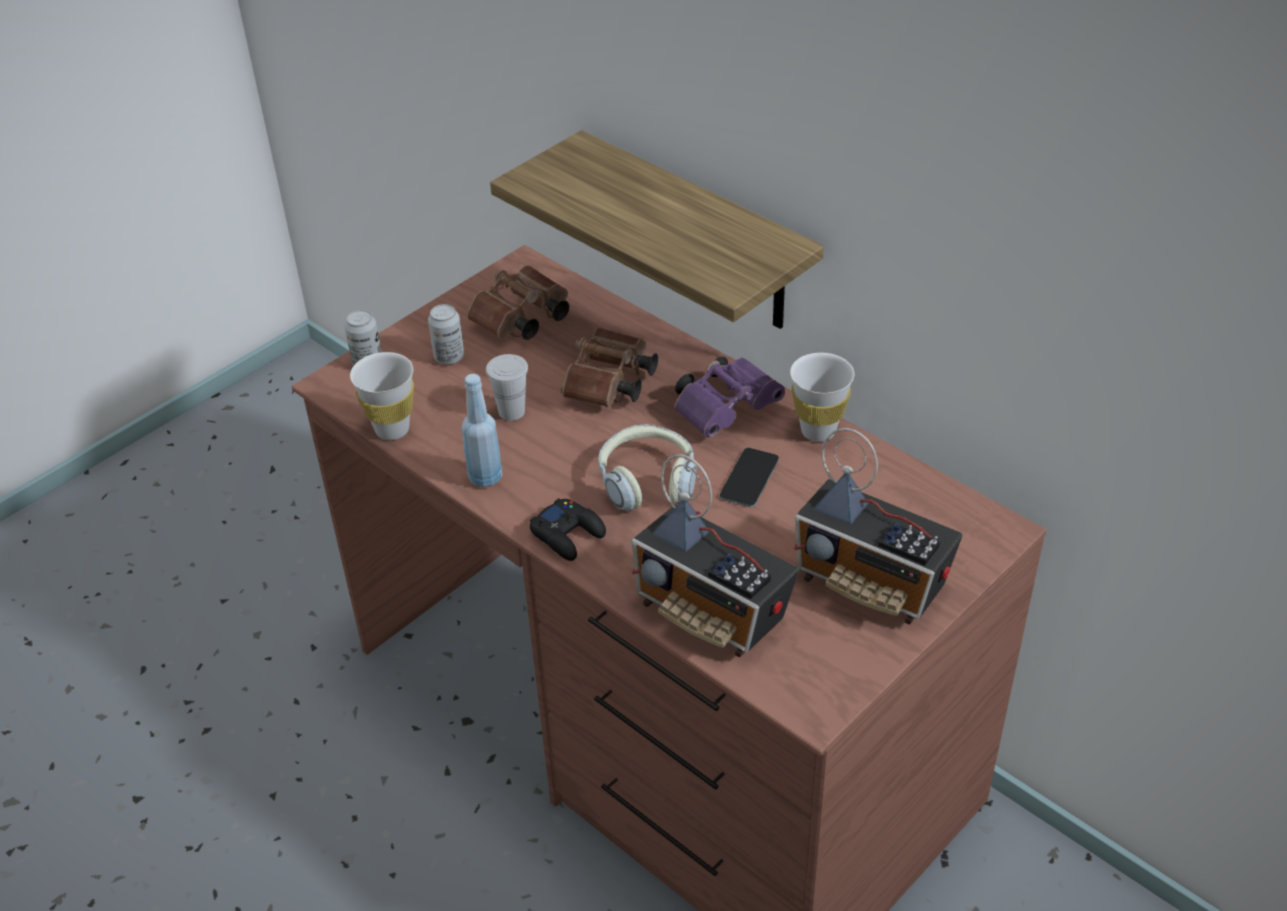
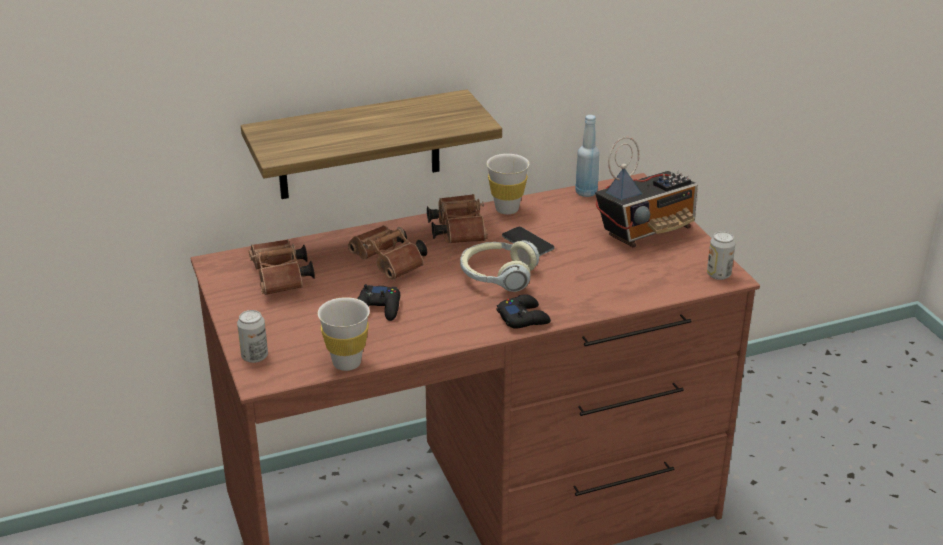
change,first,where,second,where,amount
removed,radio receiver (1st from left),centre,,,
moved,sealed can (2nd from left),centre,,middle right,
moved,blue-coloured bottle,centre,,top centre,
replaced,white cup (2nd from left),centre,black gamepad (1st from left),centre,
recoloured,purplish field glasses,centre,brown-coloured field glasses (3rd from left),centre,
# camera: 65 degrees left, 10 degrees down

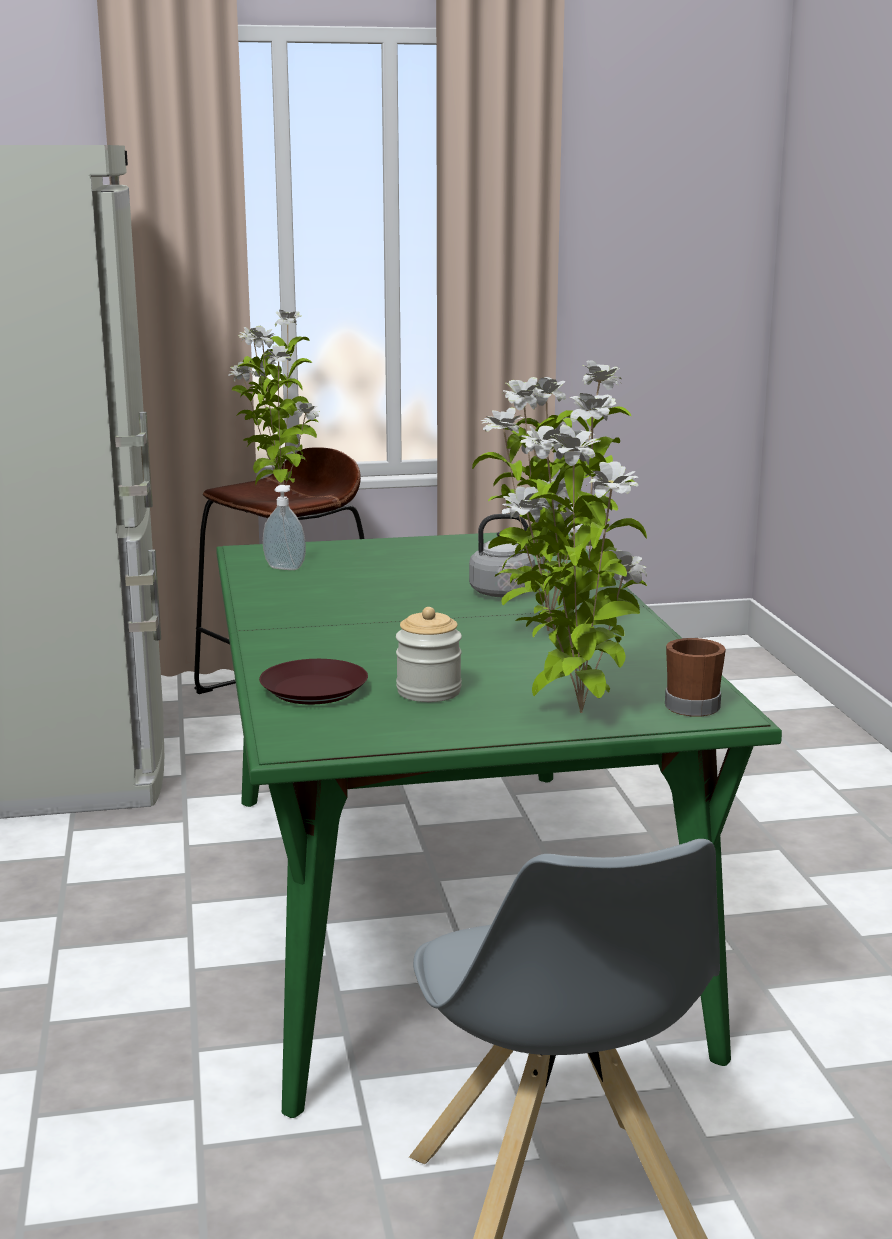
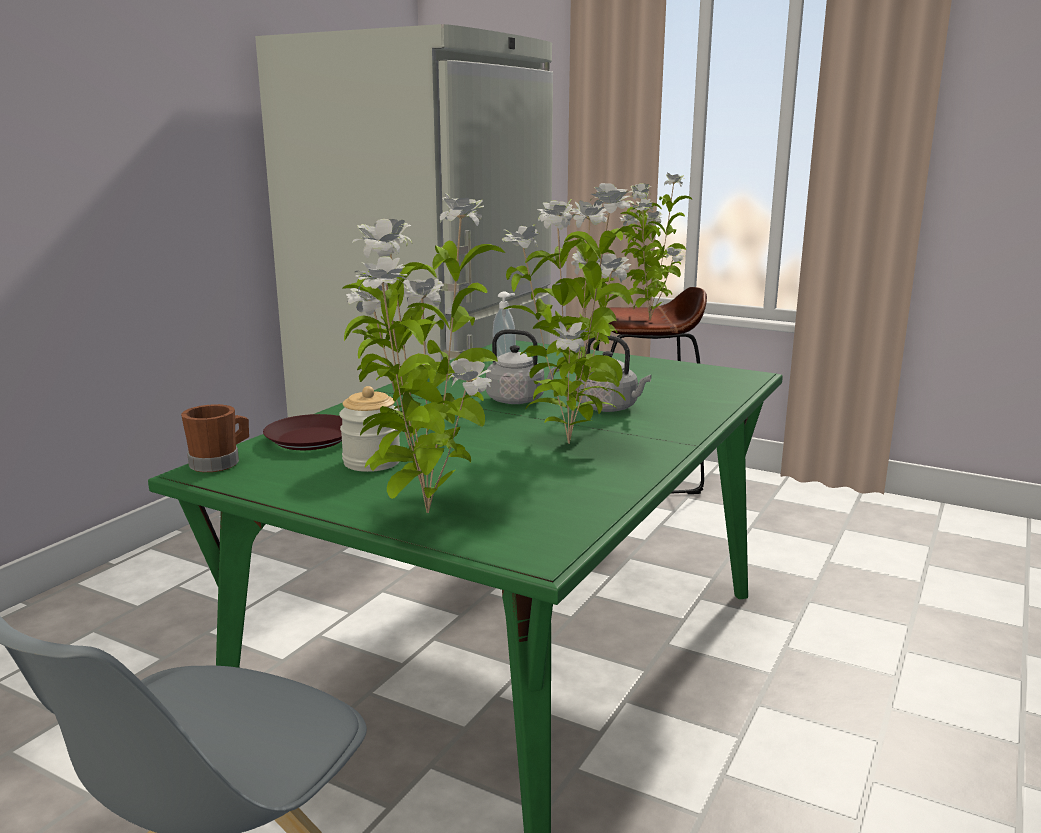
change,first,where,second,where,amount
added,,,grey tea kettle (1st from left),centre,
moved,brown-coloured mug,middle right,,middle left,
# camera: 40 degrees right, 0 degrees up

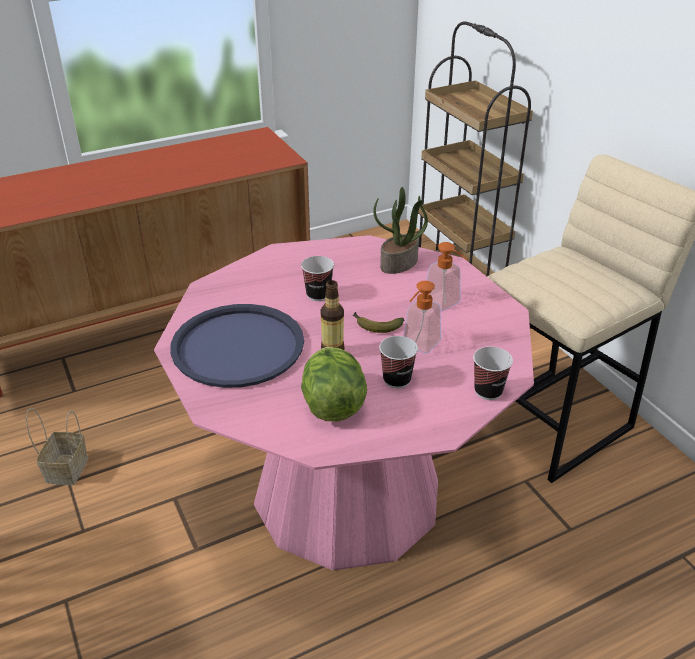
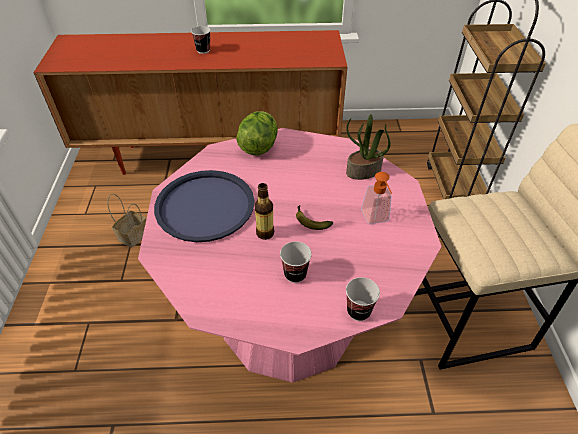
change,first,where,second,where,amount
removed,soap dispenser (1st from left),centre,,,
moved,cup (1st from left),centre,,top centre,
moved,head of lettuce,centre,,top centre,
# camera: 25 degrees right, 10 degrees up

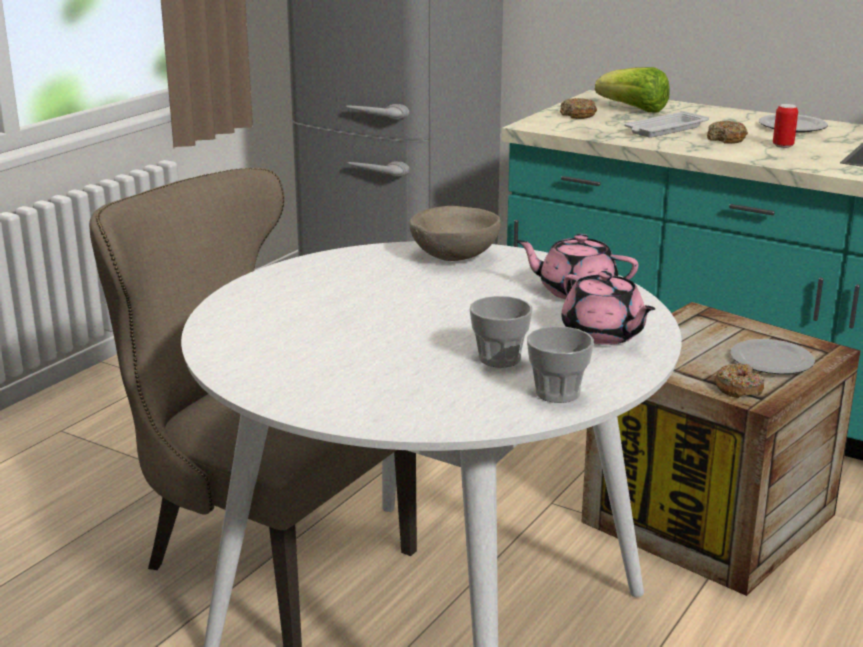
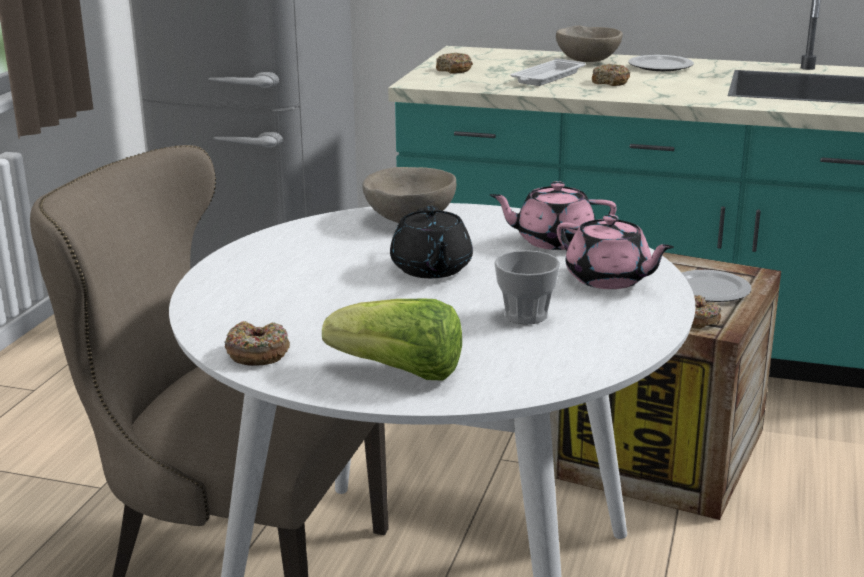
change,first,where,second,where,amount
removed,cup (2nd from left),centre,,,
removed,sealed can,top right,,,
added,,,doughnut (1st from left),middle left,
added,,,black teapot,centre,
added,,,sand-coloured deep dish (2nd from left),top right,
moved,head of lettuce,top right,,centre,
# camera: 15 degrees left, 0 degrees up

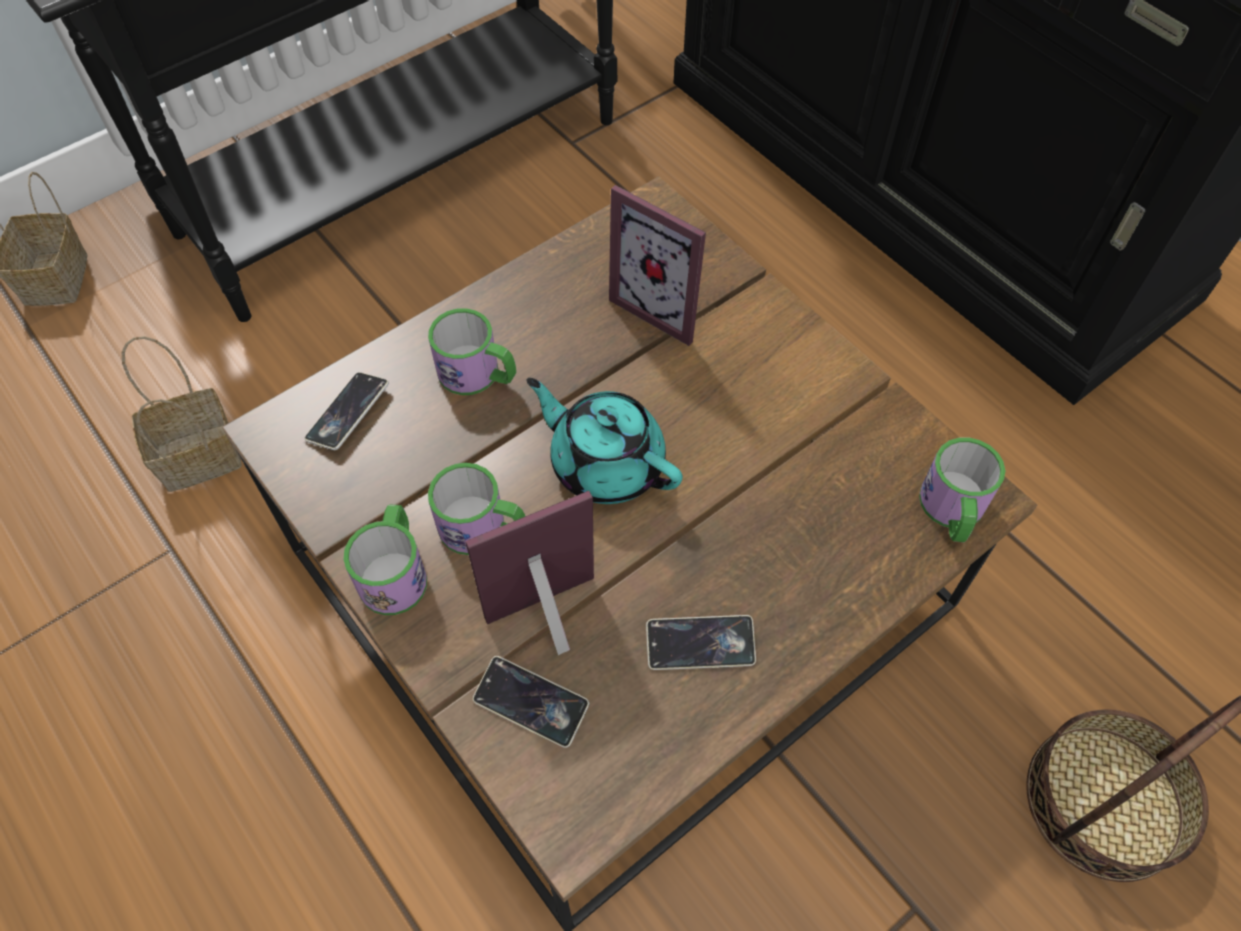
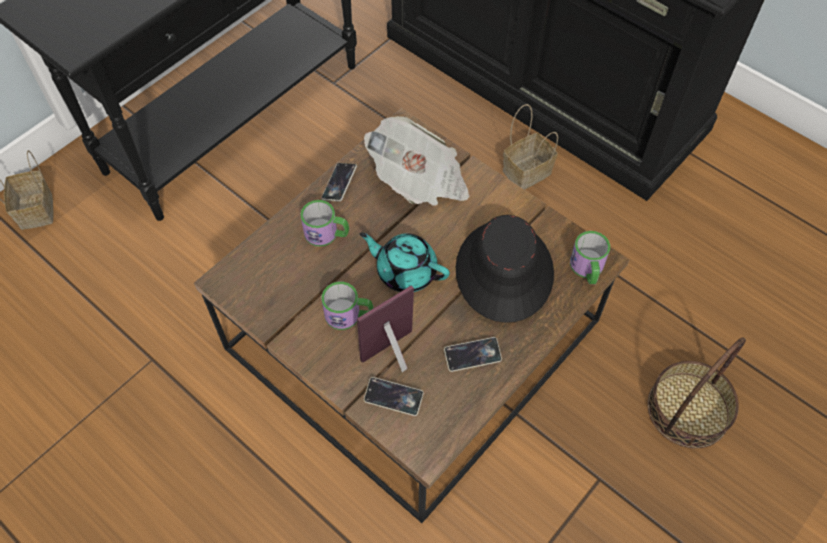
change,first,where,second,where,amount
removed,mug (1st from left),middle left,,,
added,,,black hat,centre,
moved,household basket (2nd from left),middle left,,top centre,
moved,telephone (1st from left),middle left,,centre,
replaced,standing frame (2nd from left),top centre,printed paper,top centre,
# camera: 10 degrees left, 0 degrees up

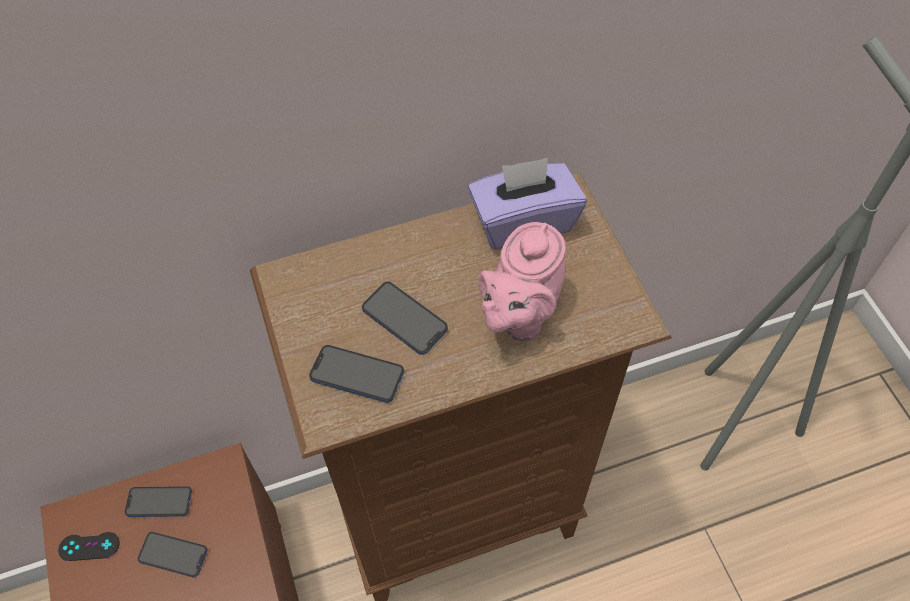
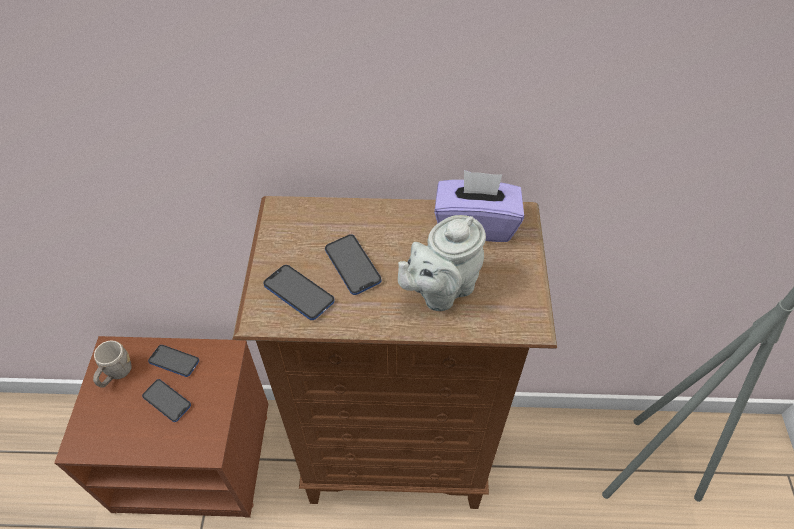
change,first,where,second,where,amount
replaced,black gamepad,bottom left,grey mug,bottom left,
recoloured,pinkish teapot,centre,grey teapot,centre,
# camera: 20 degrees right, 5 degrees down

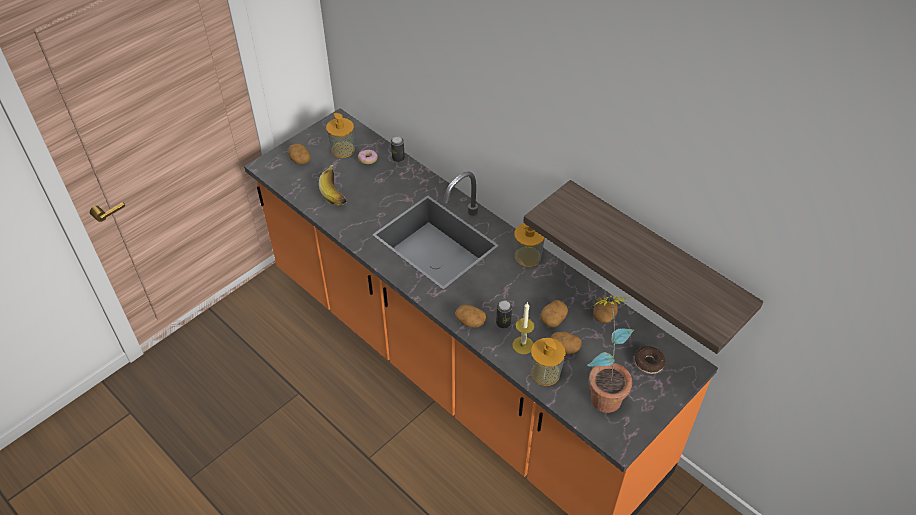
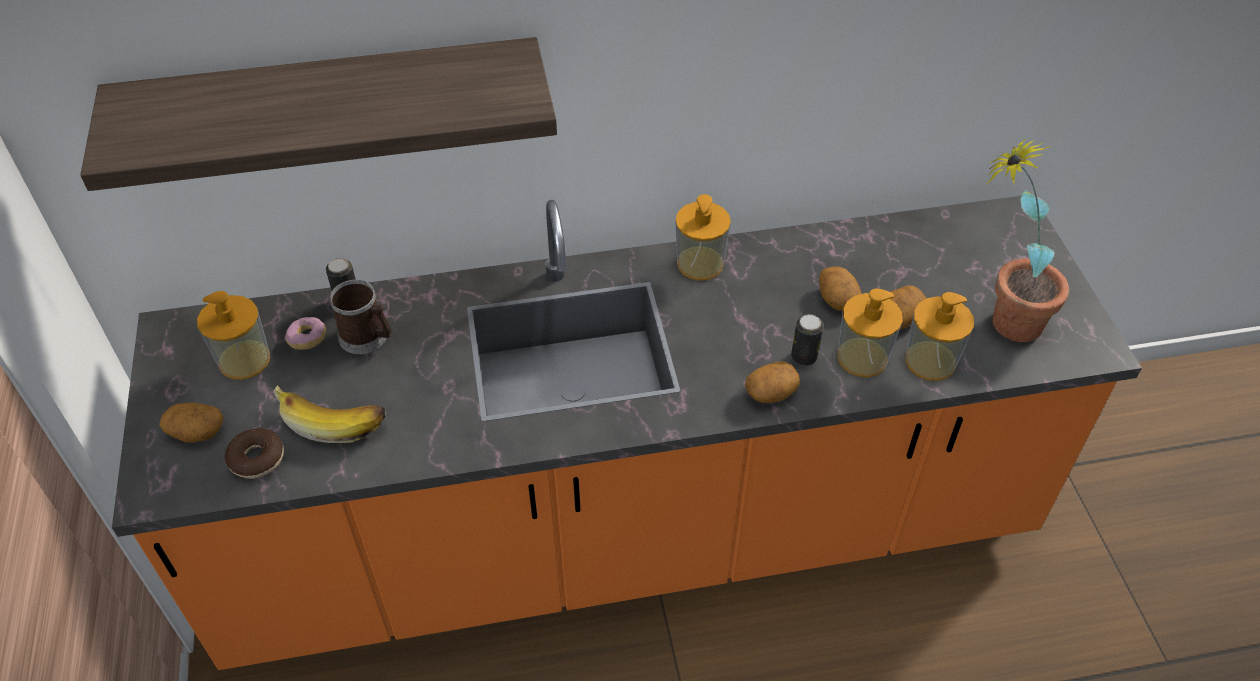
change,first,where,second,where,amount
removed,potato (5th from left),centre,,,
added,,,mug,middle left,
moved,bracket shelf,middle right,,top left,
moved,doughnut (2nd from left in the first image),bottom right,doughnut (1st from left),middle left,
replaced,wax candle,centre,soap dispenser (3rd from left),middle right,
# camera: 55 degrees left, 0 degrees up

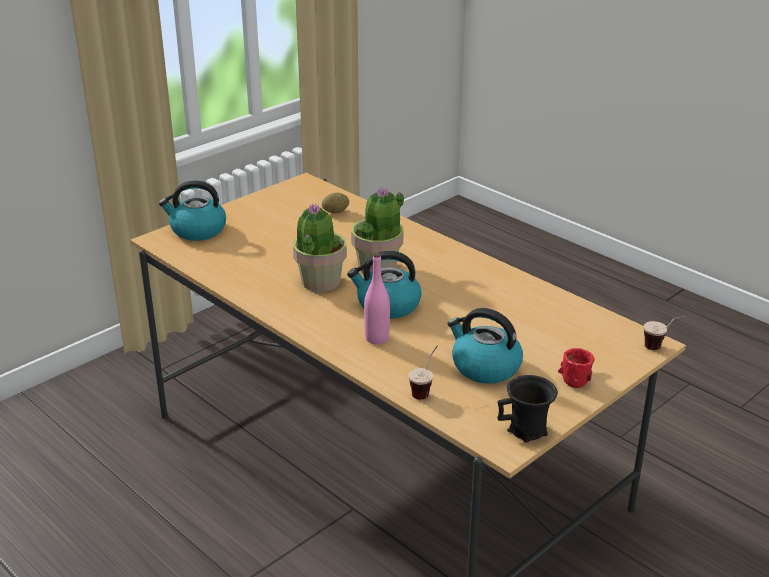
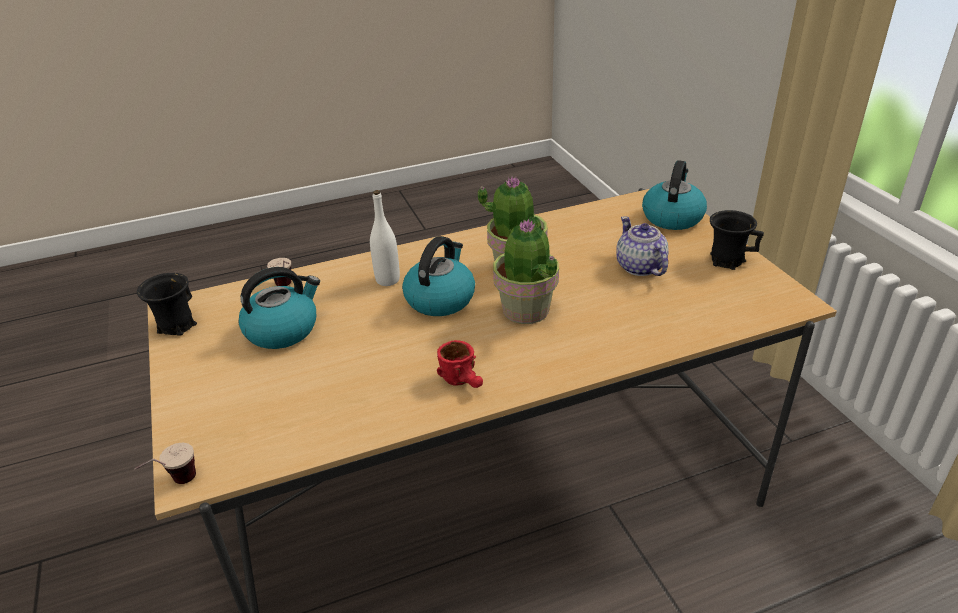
change,first,where,second,where,amount
removed,potato,centre,,,
added,,,teapot,middle right,
added,,,black mug (2nd from left),middle right,
moved,reddish mug,middle right,,centre,
recoloured,pinkish bottle,centre,white bottle,centre,
# camera: 115 degrees right, 5 degrees up

